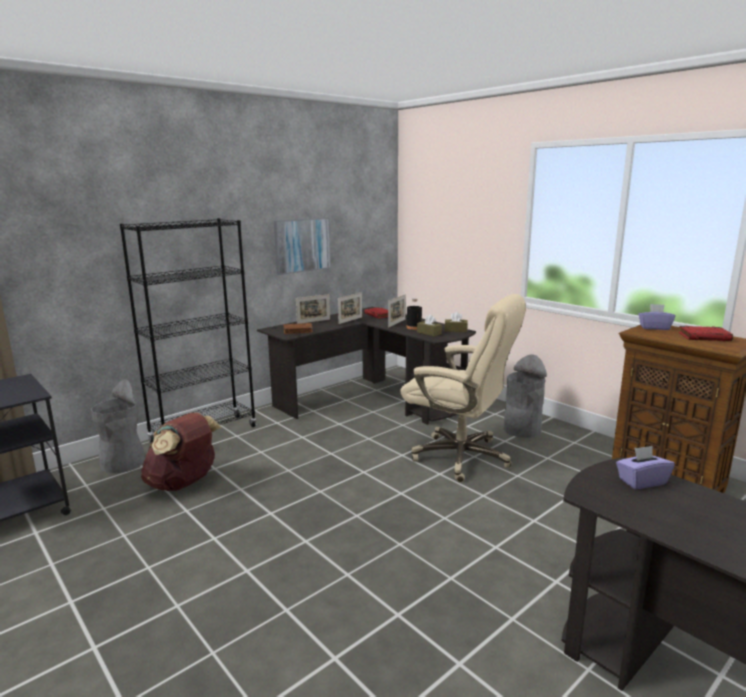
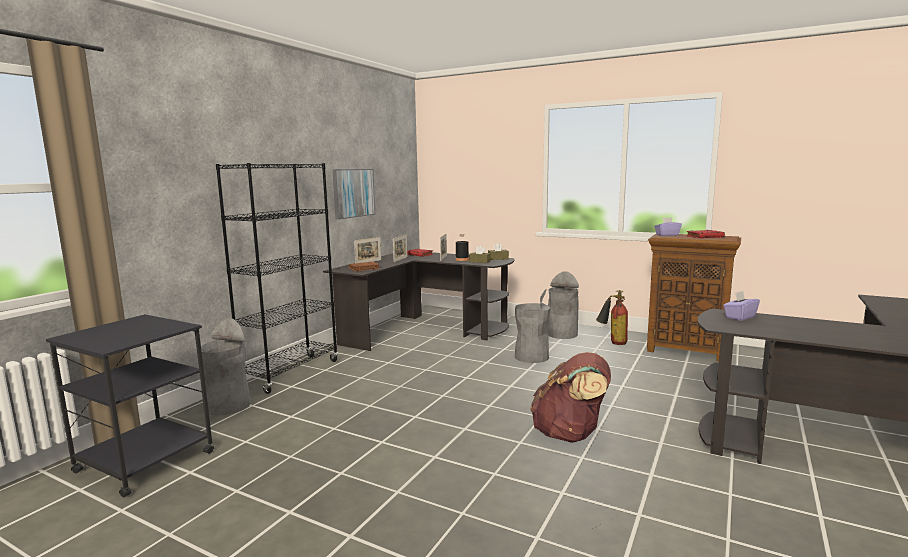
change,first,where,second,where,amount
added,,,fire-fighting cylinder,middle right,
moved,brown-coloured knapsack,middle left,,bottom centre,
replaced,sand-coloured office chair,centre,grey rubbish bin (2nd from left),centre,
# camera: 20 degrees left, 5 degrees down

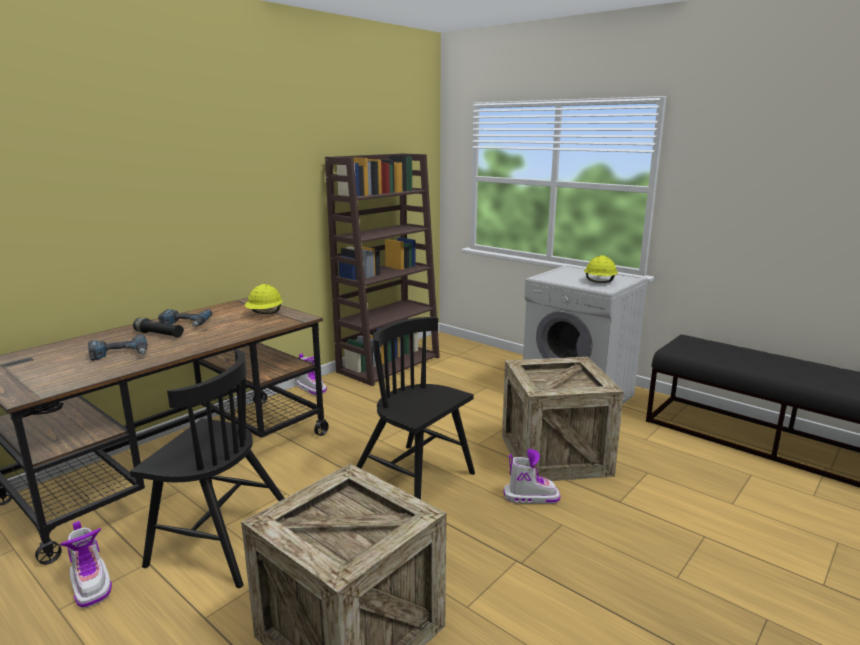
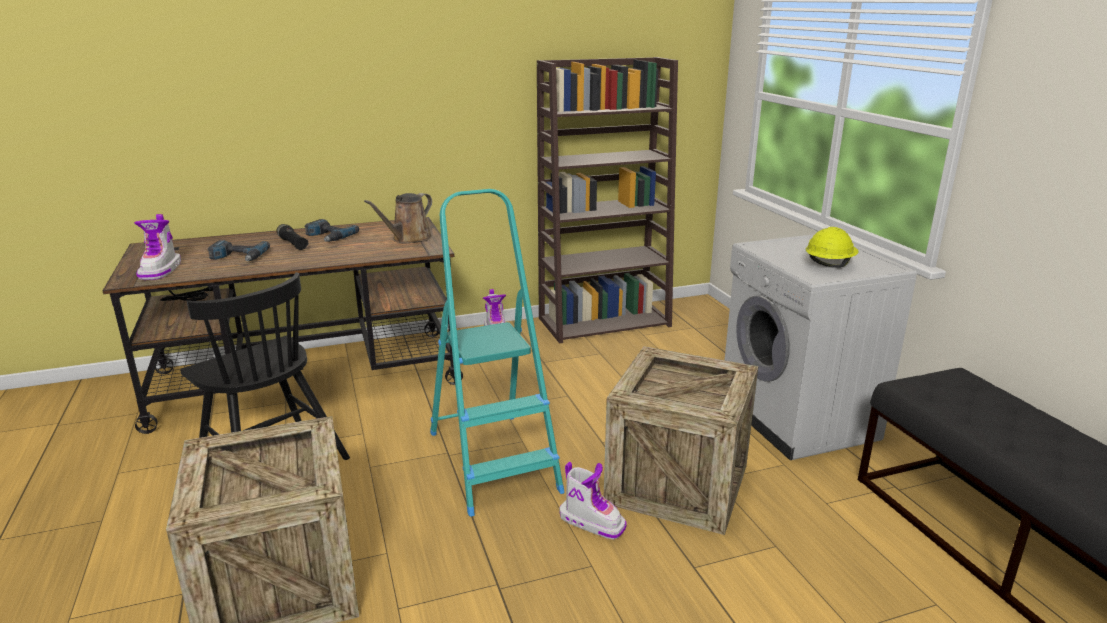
change,first,where,second,where,amount
moved,tall boot (1st from left),bottom left,,middle left,
replaced,yellow work helmet (1st from left),middle left,brown-coloured watering can,centre,
replaced,black chair (2nd from left),centre,blue-green step ladder,centre,
# camera: 30 degrees right, 5 degrees up

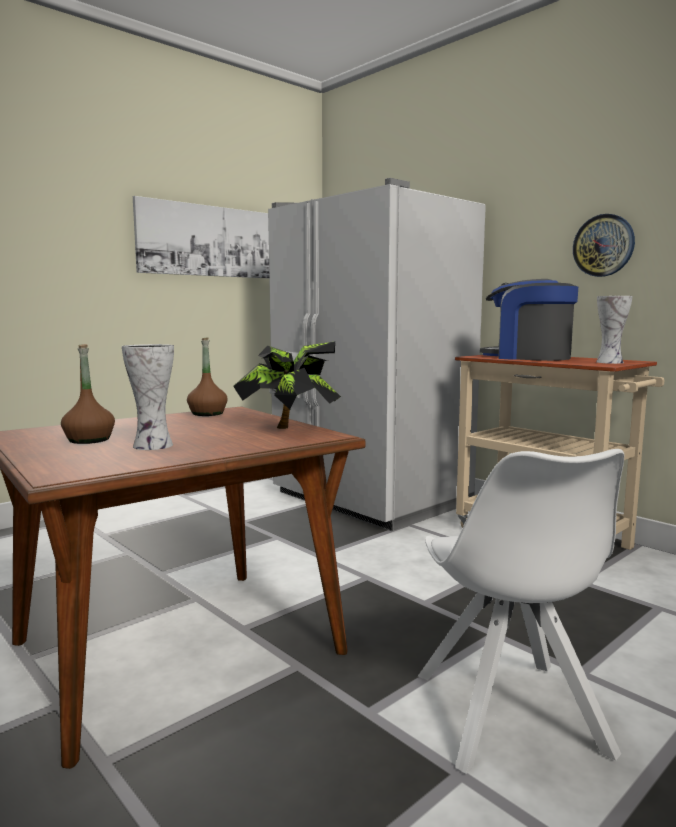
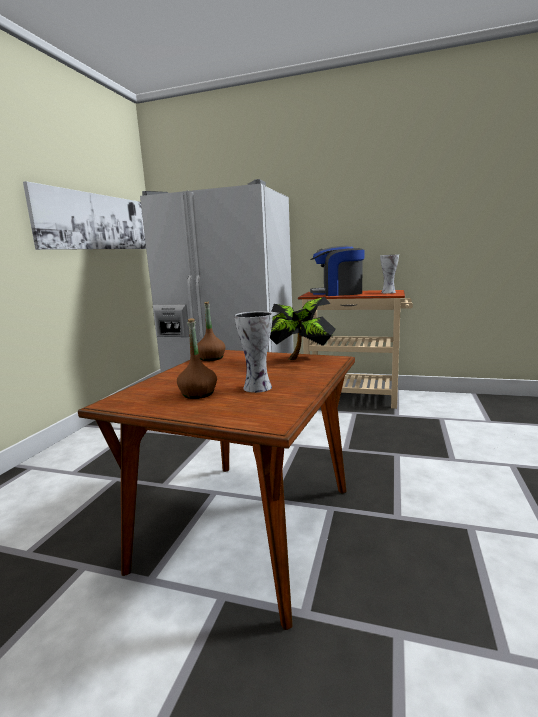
change,first,where,second,where,amount
removed,white chair,bottom right,,,
removed,wall clock,top right,,,
# camera: 30 degrees left, 5 degrees up

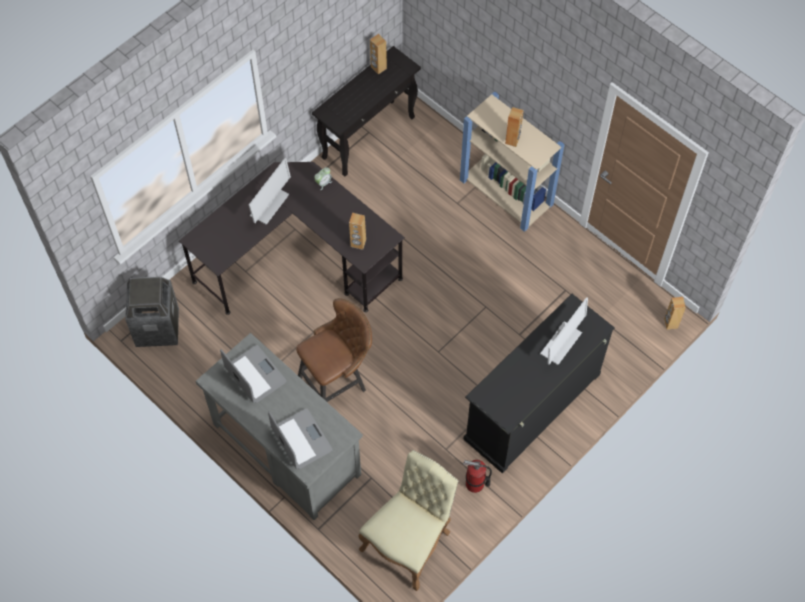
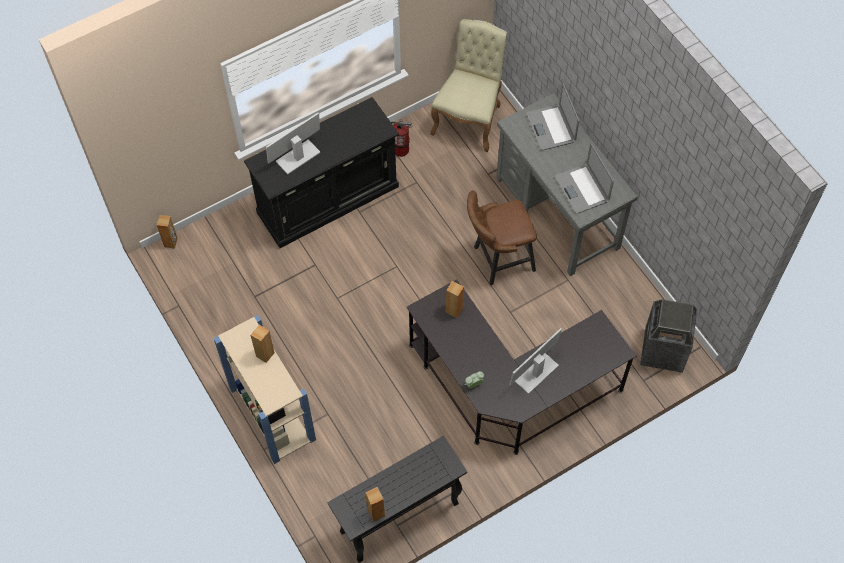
change,first,where,second,where,amount
turned,sand-coloured chair,bottom centre,,top centre,150 degrees clockwise
# camera: 165 degrees left, 0 degrees up

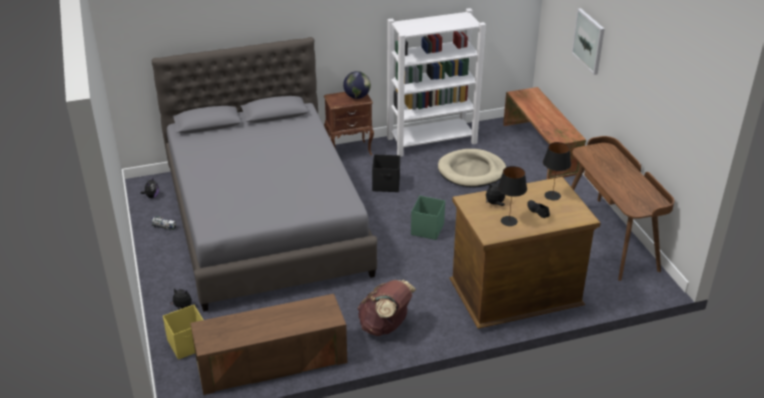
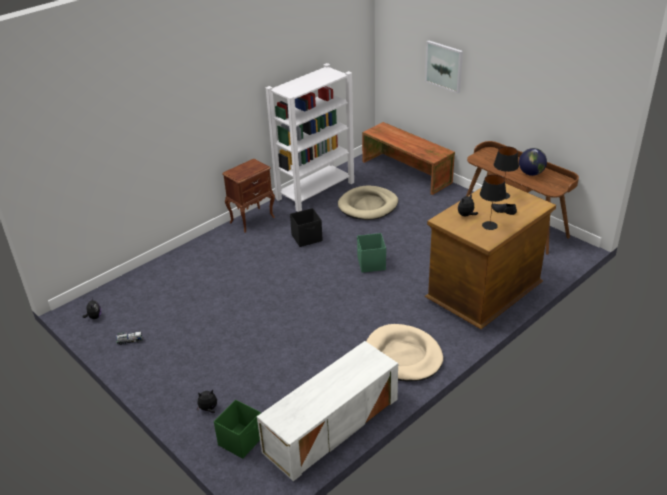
change,first,where,second,where,amount
removed,grey bedroom bed,centre,,,
moved,desk globe,top centre,,top right,
replaced,brown-coloured knapsack,bottom centre,sand-coloured pet bed (2nd from left),bottom centre,
recoloured,yellow storage box,bottom left,green-coloured storage box (1st from left),bottom centre,
recoloured,brown-coloured indoor bench (1st from left),bottom centre,white indoor bench,bottom centre,
# camera: 25 degrees left, 0 degrees up

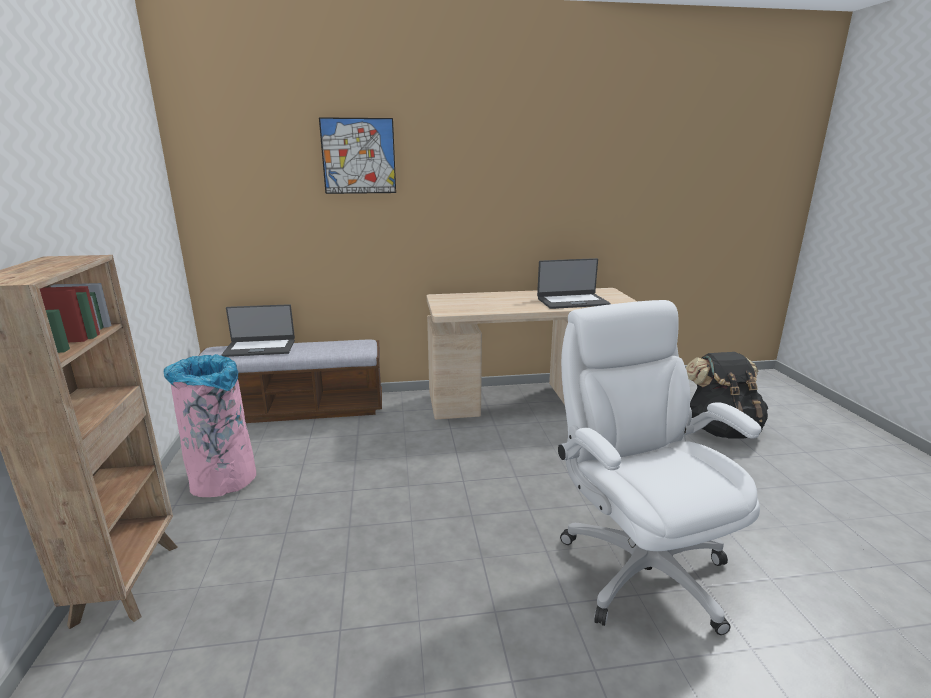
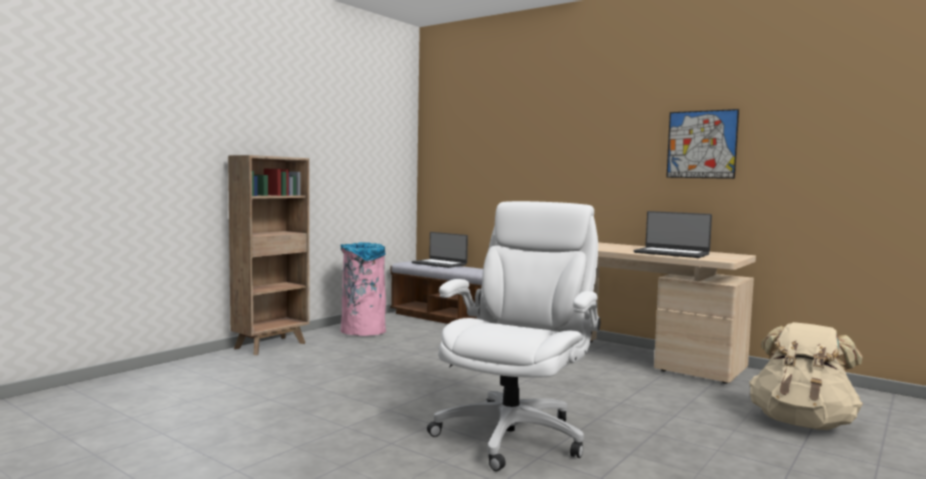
change,first,where,second,where,amount
moved,picture,top centre,,top right,
recoloured,black knapsack,middle right,sand-coloured knapsack,bottom right,
# camera: 45 degrees right, 15 degrees down

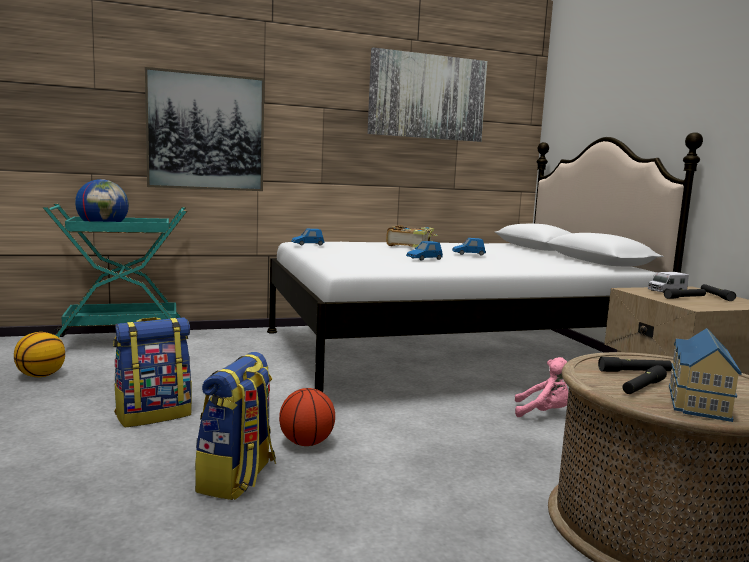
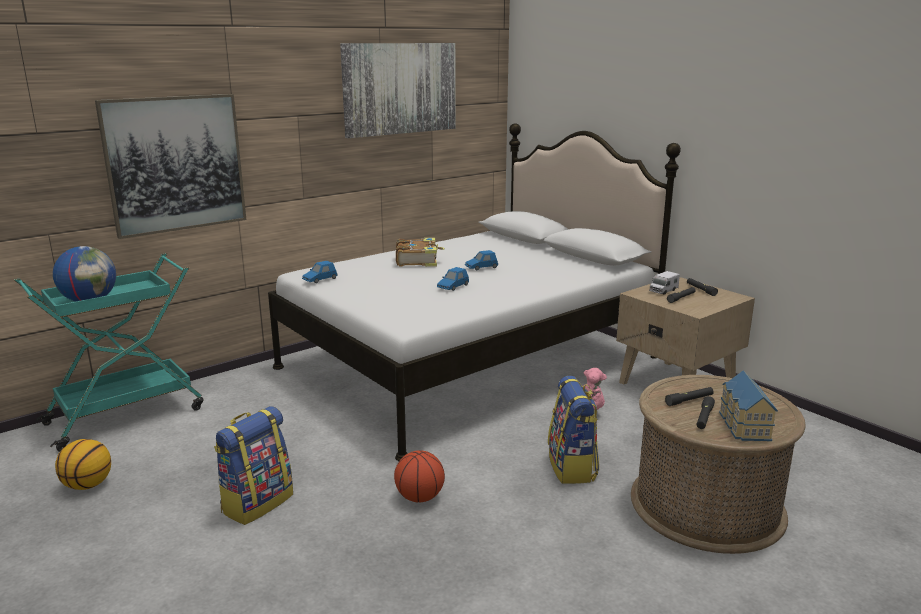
change,first,where,second,where,amount
moved,knapsack (2nd from left),bottom left,,bottom centre,
# camera: 20 degrees left, 10 degrees up

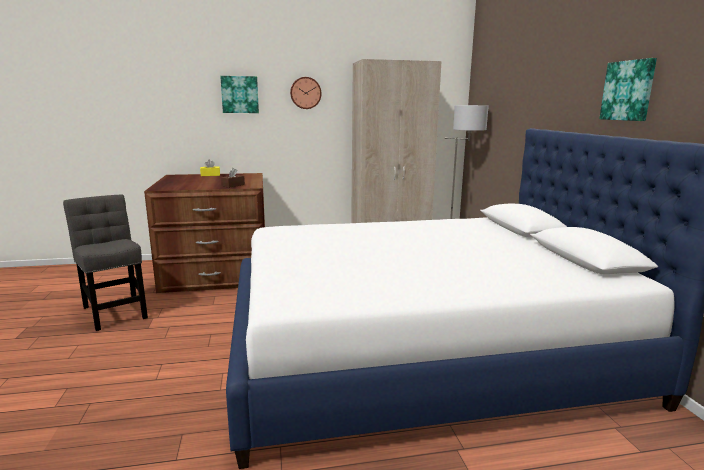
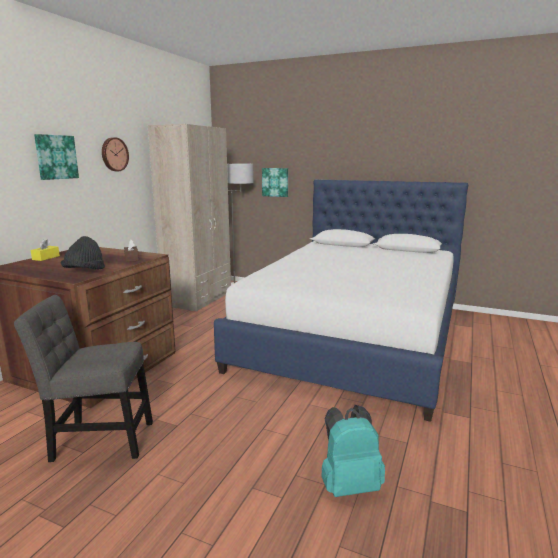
change,first,where,second,where,amount
added,,,black hat,middle left,
added,,,blue-green knapsack,bottom centre,
moved,picture (2nd from left),top right,,top centre,
# camera: 55 degrees left, 0 degrees up

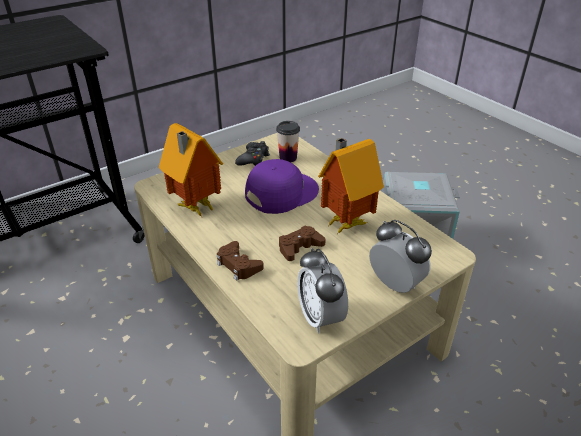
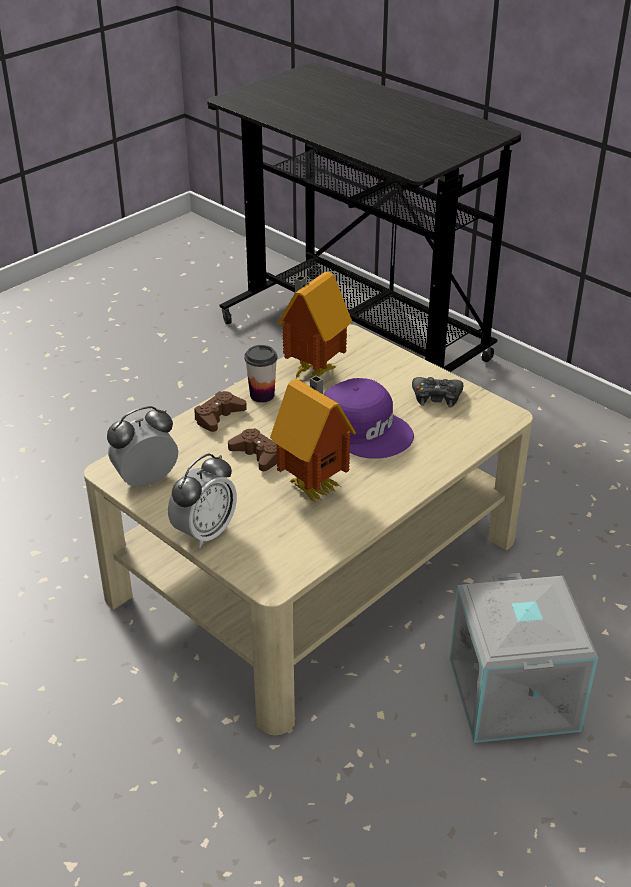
change,first,where,second,where,amount
moved,cup,top centre,,centre,
# camera: 80 degrees right, 0 degrees up

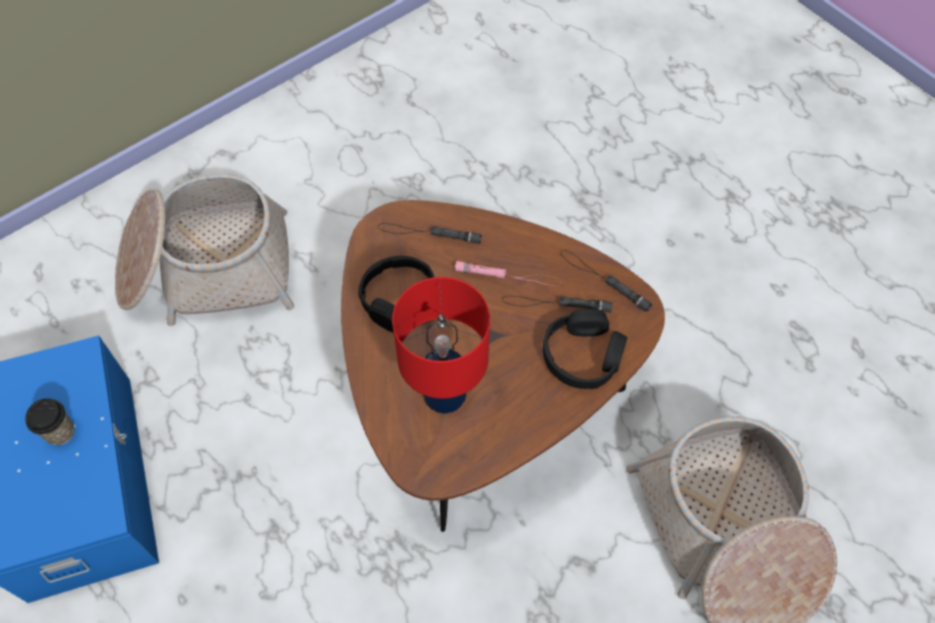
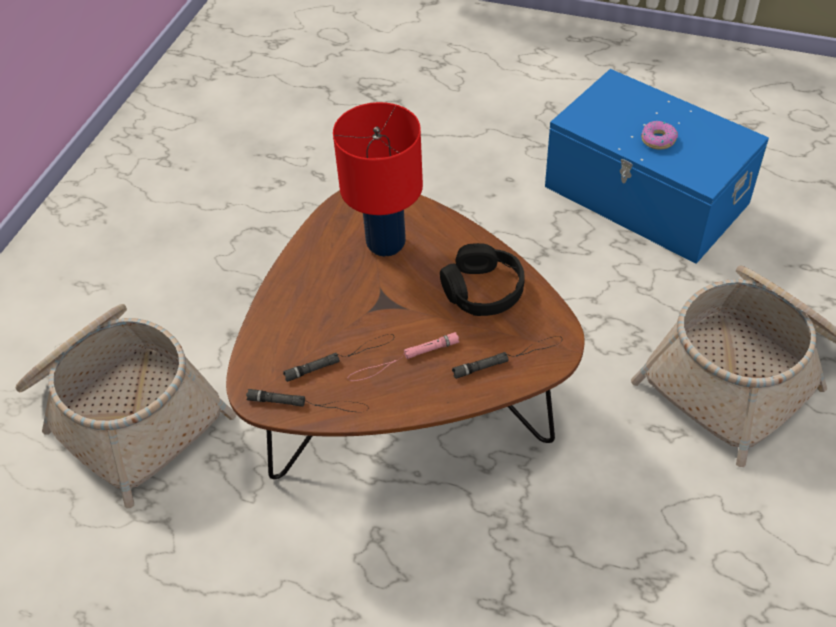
change,first,where,second,where,amount
removed,black pair of headphones (2nd from left),centre,,,
replaced,cup,bottom left,doughnut,top right,
# camera: 150 degrees right, 10 degrees down

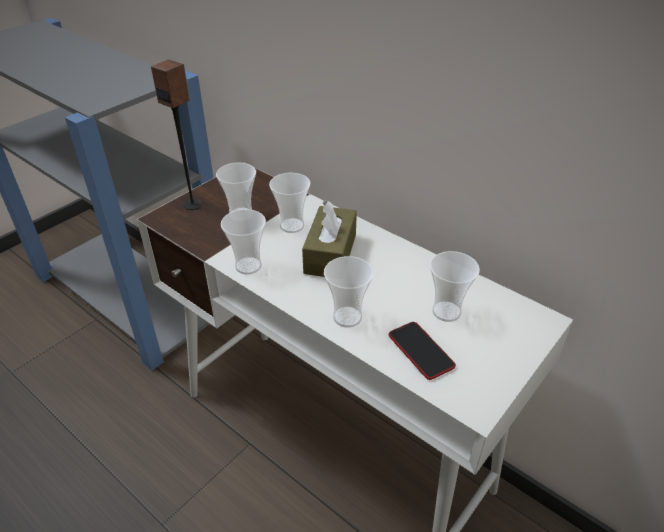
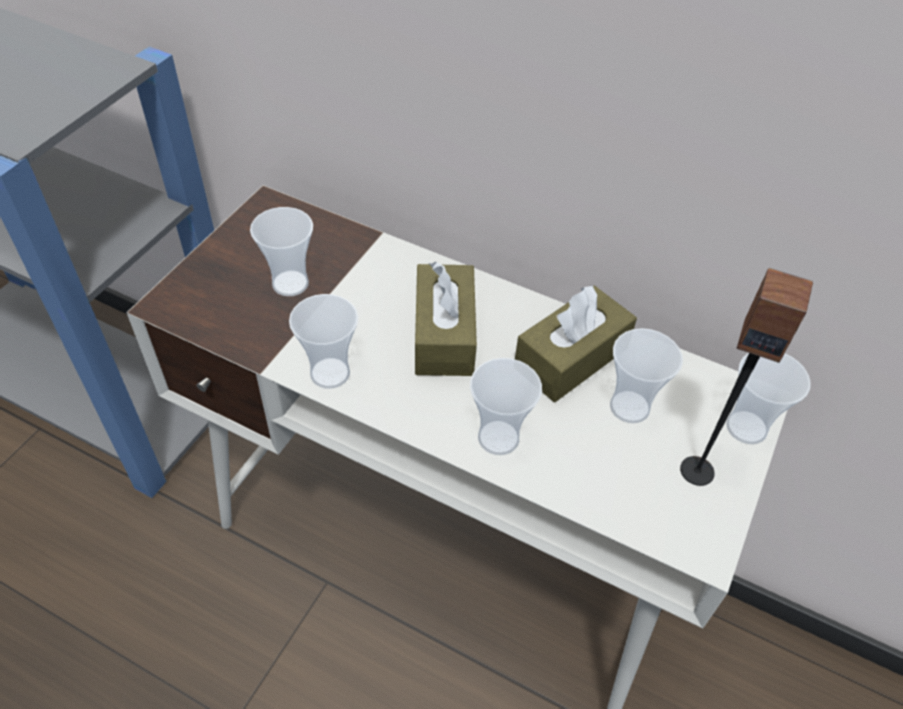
change,first,where,second,where,amount
removed,telephone,centre,,,
added,,,brown-coloured box of tissues (2nd from left),centre,
moved,loudspeaker,top left,,middle right,
moved,cup (3rd from left in the first image),centre,cup (5th from left),middle right,
# camera: 15 degrees left, 10 degrees up

